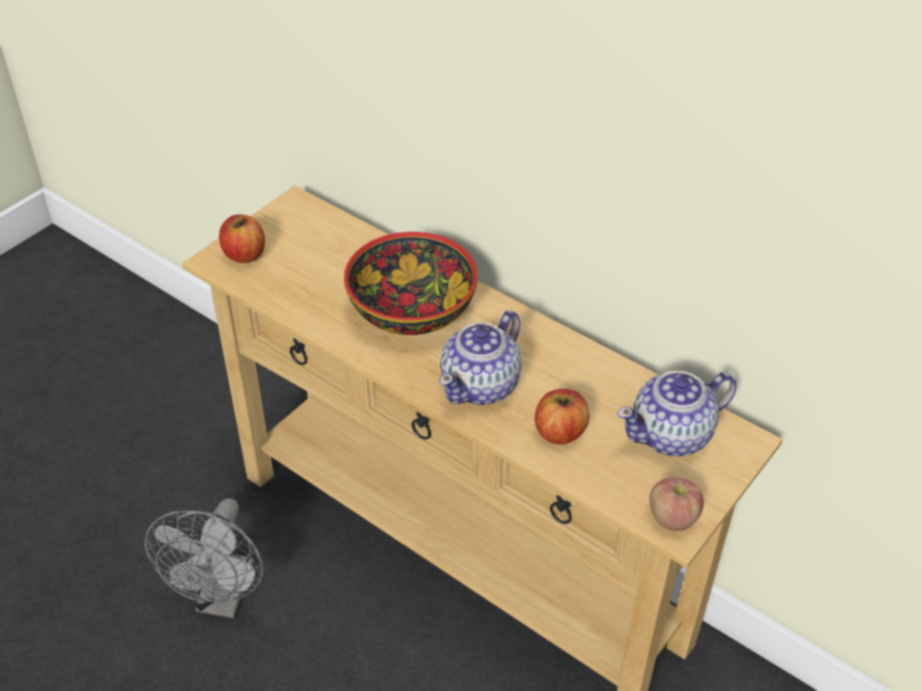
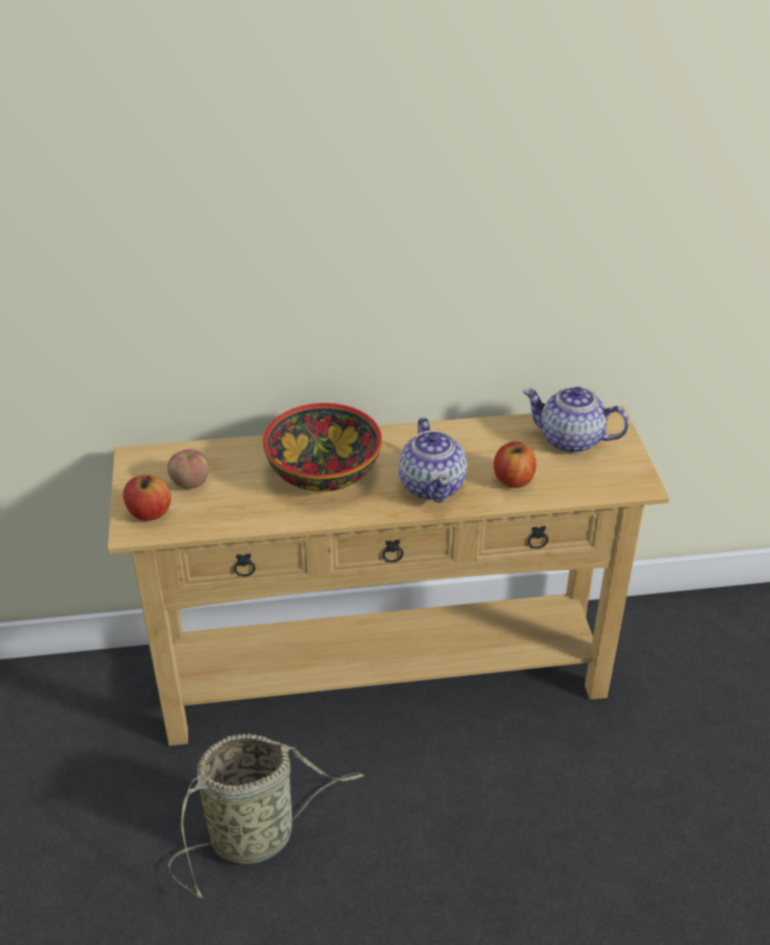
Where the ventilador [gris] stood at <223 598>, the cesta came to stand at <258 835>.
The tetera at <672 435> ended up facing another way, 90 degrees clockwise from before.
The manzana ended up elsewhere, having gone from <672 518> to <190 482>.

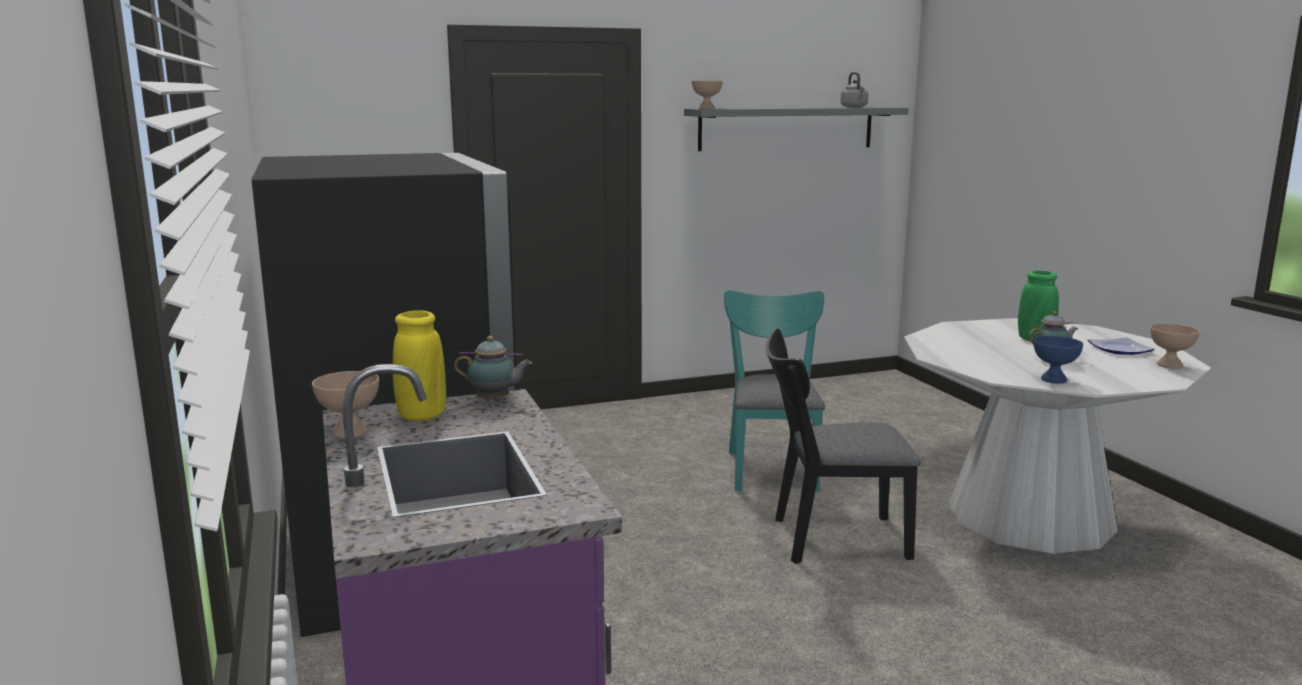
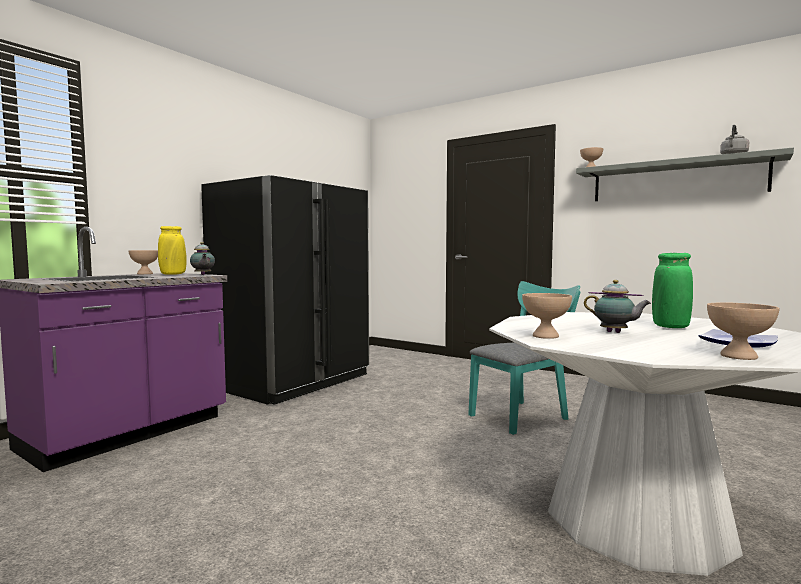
The second view lost the silla [negro] at <829 538>.
What was the cuenco [azul] at <1054 379> turned into the cuenco [beis] at <546 336>.

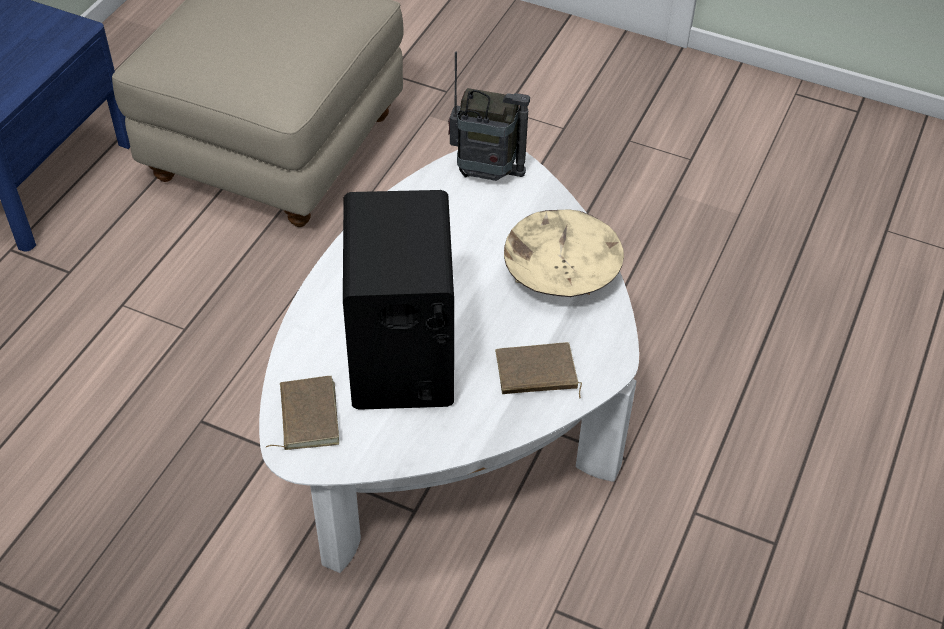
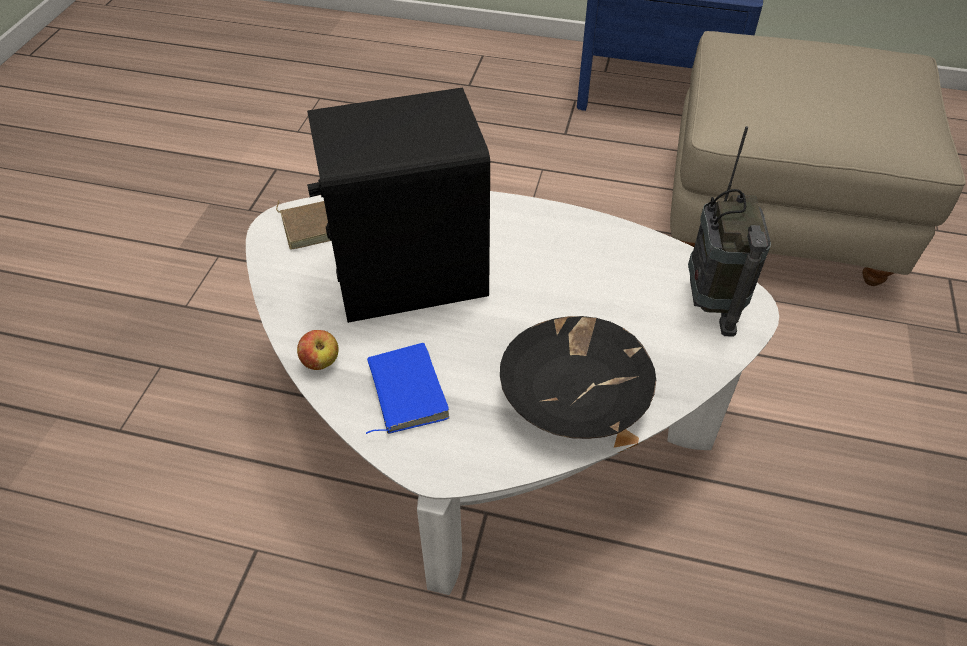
What was the libro [marrón] at <536 374> turned into the libro [azul] at <404 391>.
What was the cuenco [beis] at <561 272> turned into the cuenco [negro] at <574 396>.
The second view gained the manzana at <321 362>.

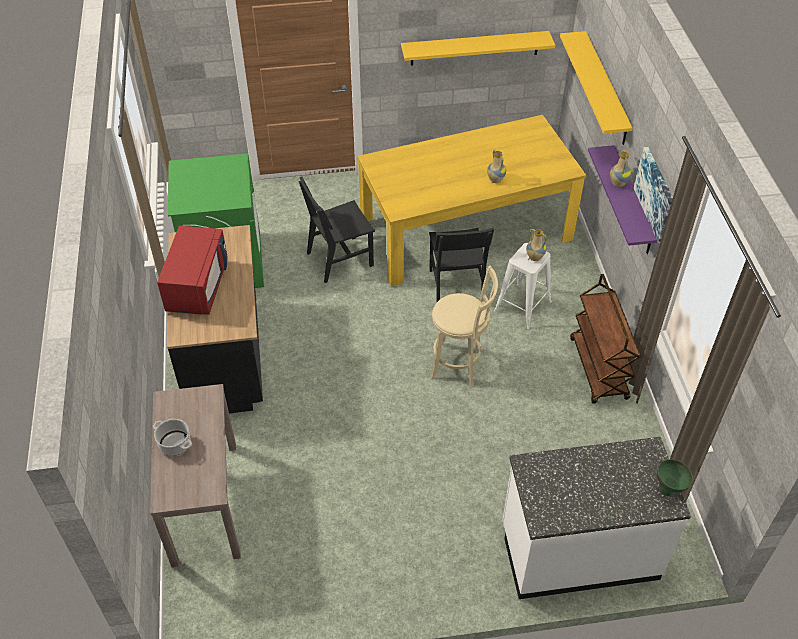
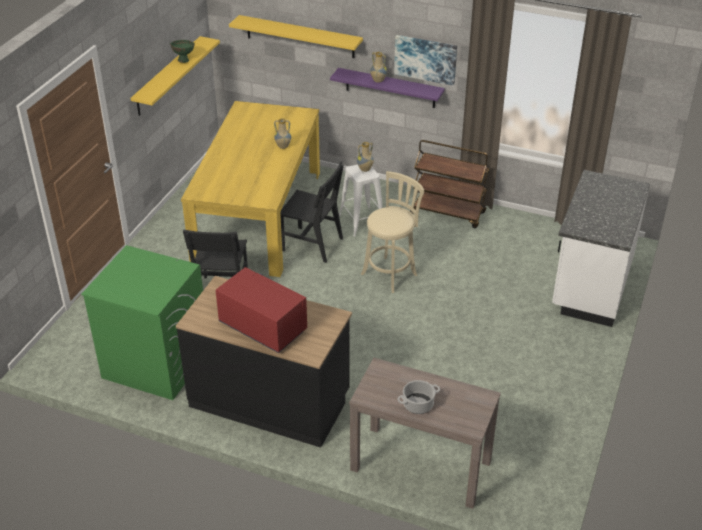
The cuenco [verde] ended up elsewhere, having gone from <668 488> to <183 60>.

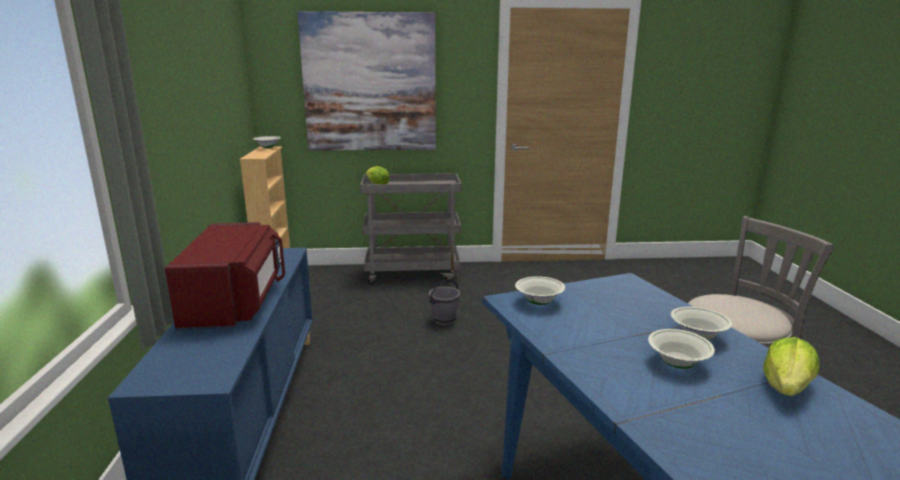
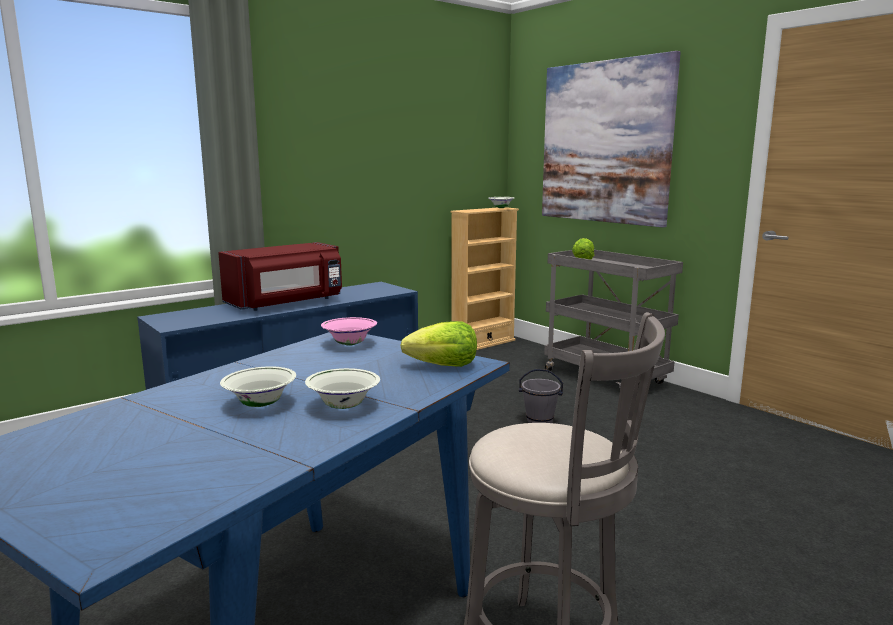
What was the cuenco [blanco] at <539 303> turned into the cuenco [rosa] at <350 344>.
The lechuga ended up elsewhere, having gone from <786 388> to <444 366>.

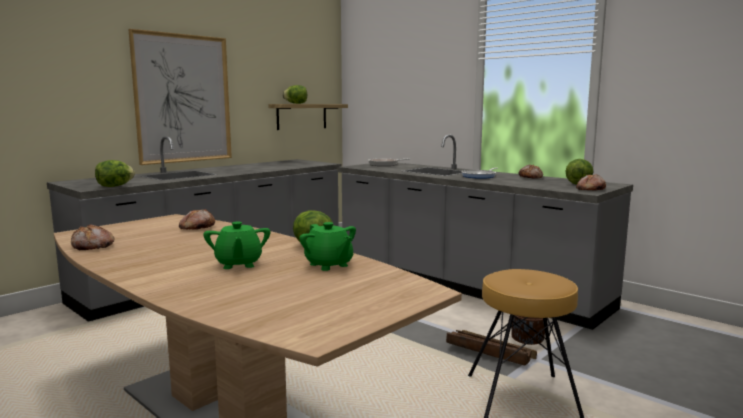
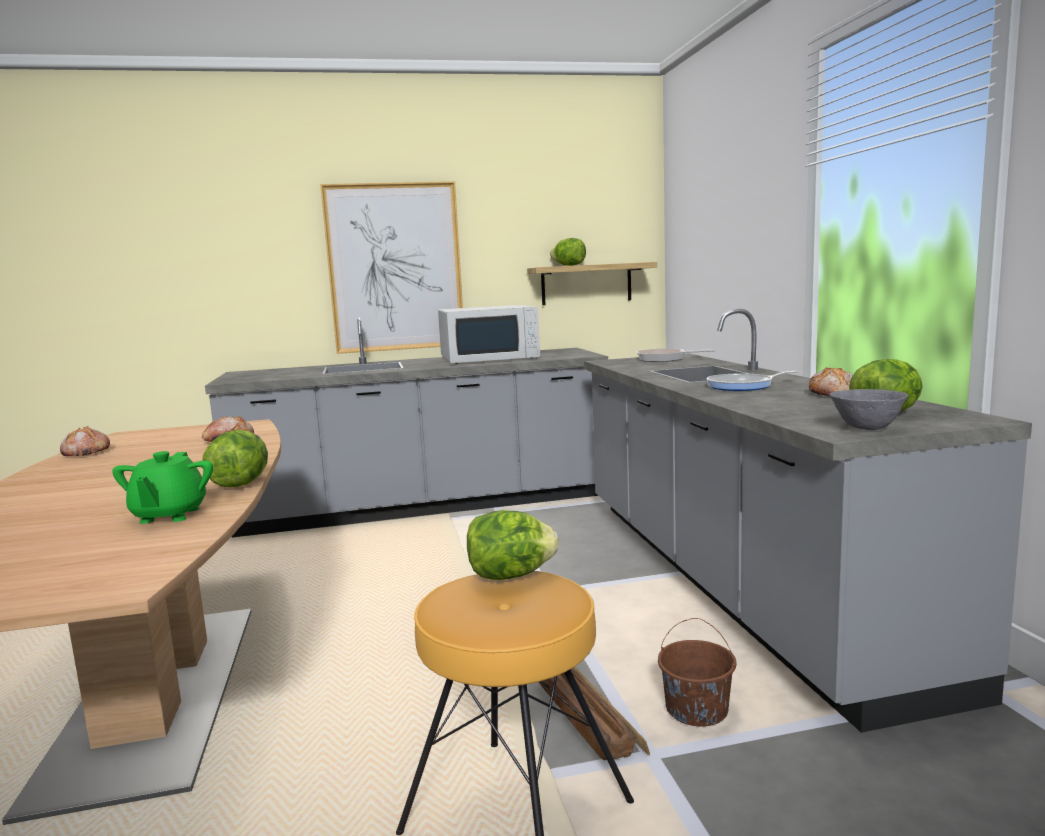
The lechuga ended up elsewhere, having gone from <115 186> to <510 575>.
The second view lost the tetera [verde] at <238 264>.
Where the pan stood at <590 189>, the cuenco [gris] came to stand at <866 428>.
The second view gained the microondas [blanco] at <490 358>.

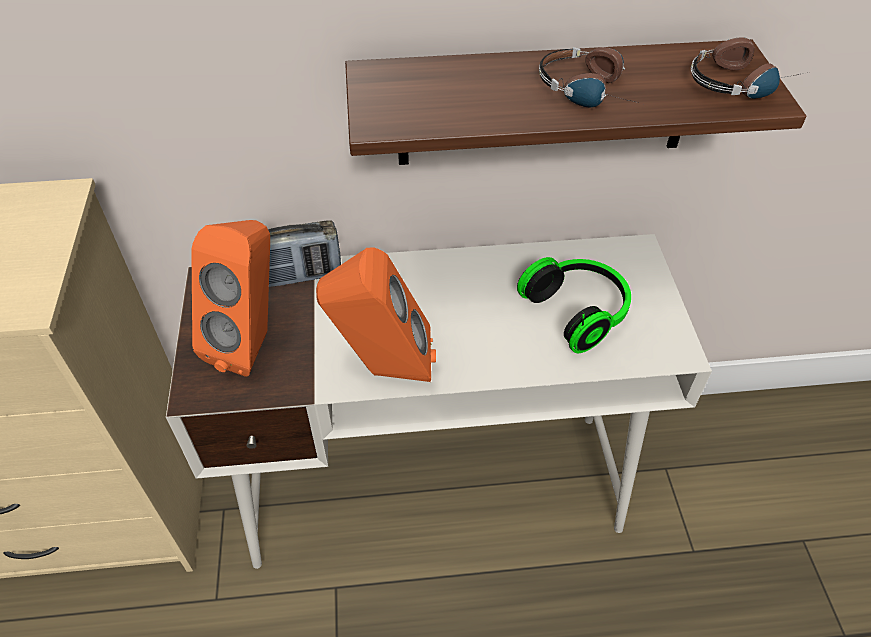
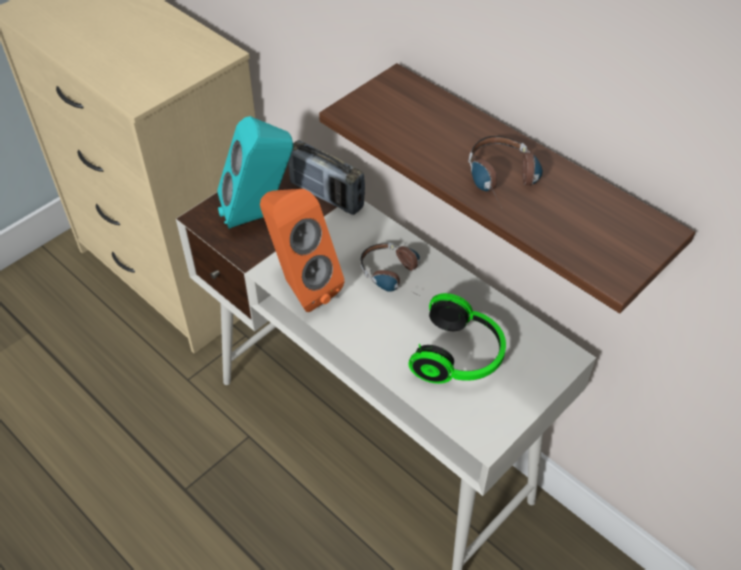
What was the altavoz [naranja] at <252 342> turned into the altavoz [turquesa] at <260 215>.
The auriculares ended up elsewhere, having gone from <741 82> to <396 276>.

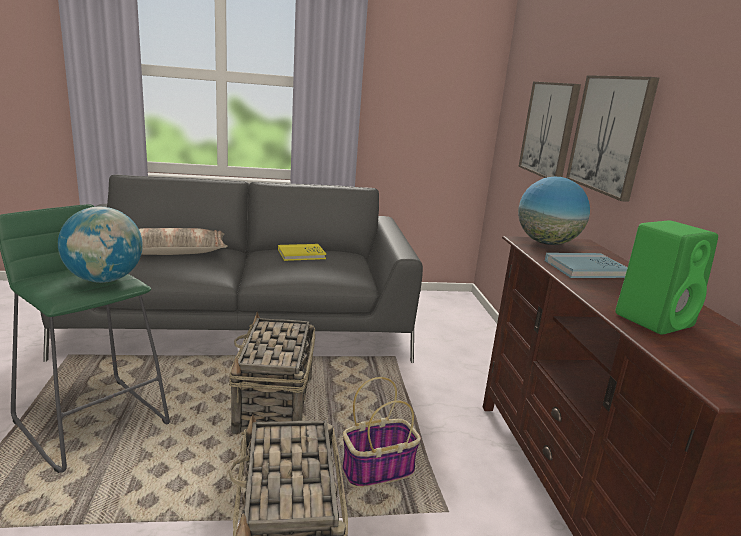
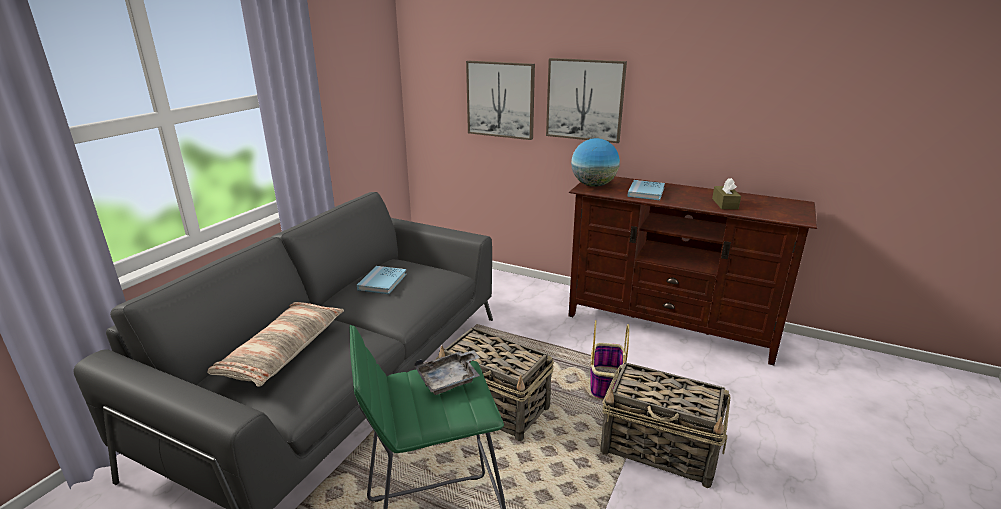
Where the globo terráqueo stood at <104 280>, the bandeja [gris] came to stand at <449 379>.
What was the libro [amarillo] at <301 254> turned into the libro [azul] at <382 282>.
Where the altavoz [verde] stood at <654 319>, the caja de pañuelos [marrón] came to stand at <725 204>.

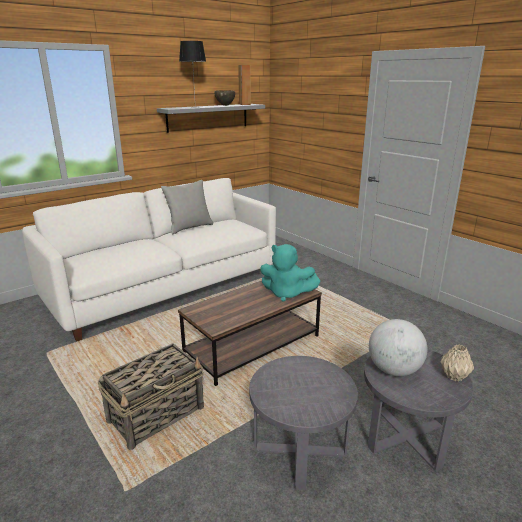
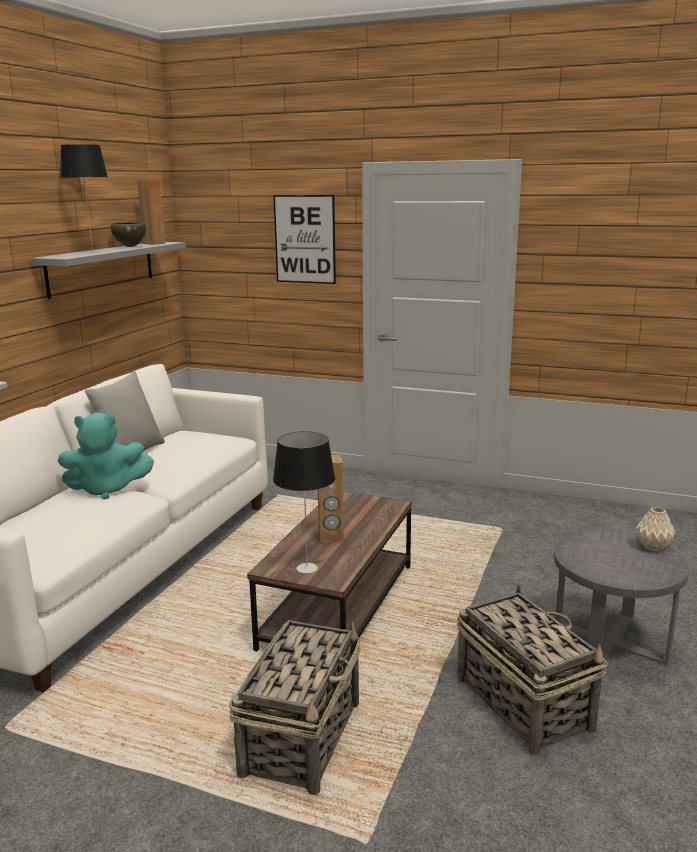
Where the mesa auxiliar [gris] stood at <300 450>, the cesta came to stand at <522 702>.
The peluche [turquesa] ended up elsewhere, having gone from <287 293> to <107 489>.
The second view lost the globo terráqueo at <394 370>.
The second view gained the cuadro at <305 239>.
The second view gained the lámpara de mesa at <308 568>.
The second view gained the altavoz [marrón] at <331 537>.

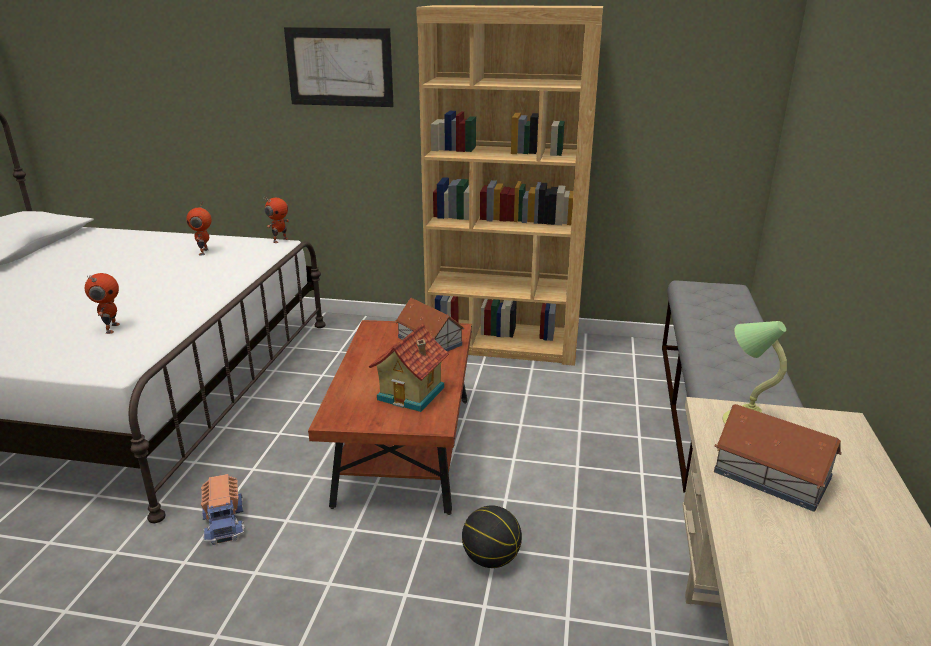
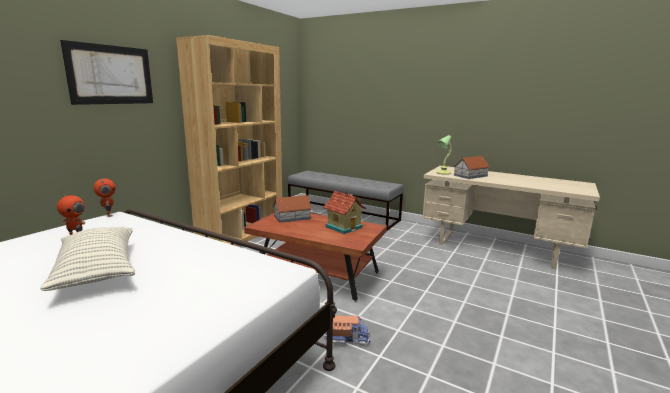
The second view lost the robot de juguete at <111 328>.
The second view lost the balón de baloncesto at <491 559>.
The second view gained the cojín at <97 271>.

